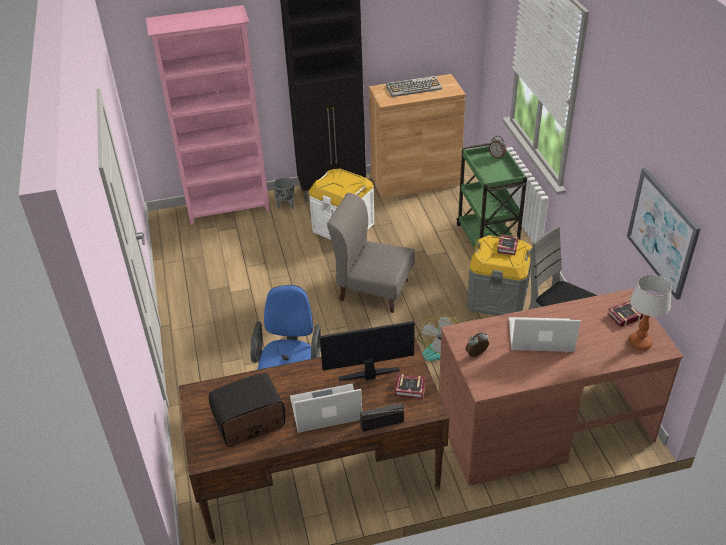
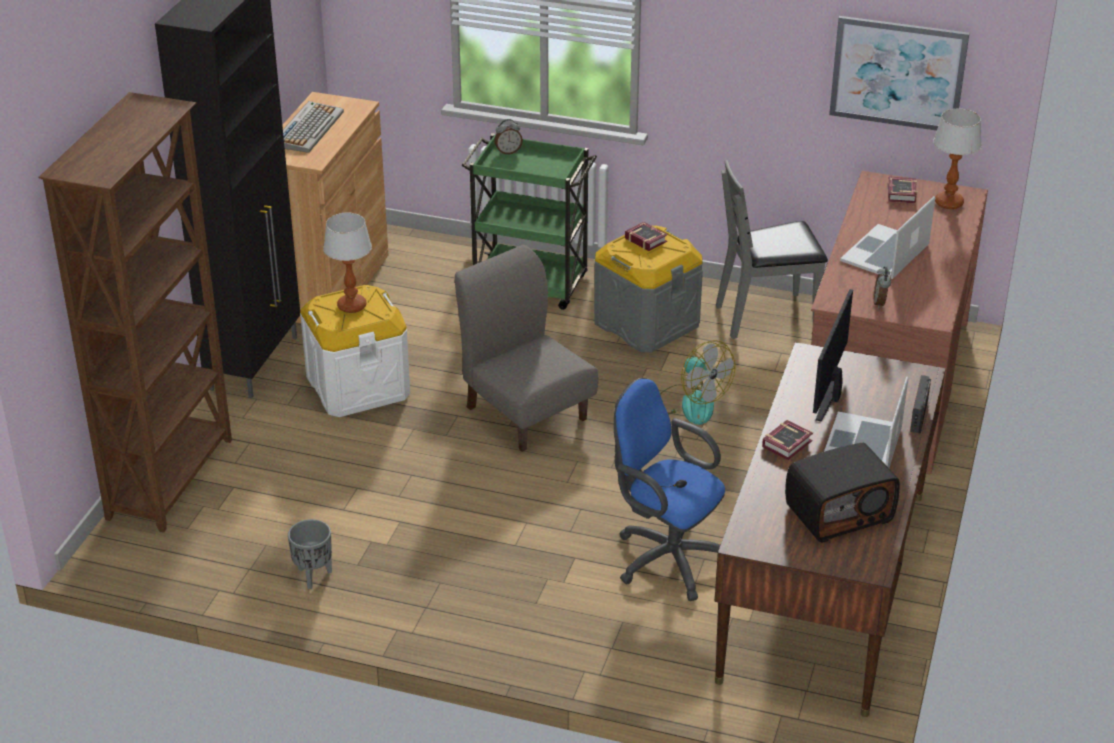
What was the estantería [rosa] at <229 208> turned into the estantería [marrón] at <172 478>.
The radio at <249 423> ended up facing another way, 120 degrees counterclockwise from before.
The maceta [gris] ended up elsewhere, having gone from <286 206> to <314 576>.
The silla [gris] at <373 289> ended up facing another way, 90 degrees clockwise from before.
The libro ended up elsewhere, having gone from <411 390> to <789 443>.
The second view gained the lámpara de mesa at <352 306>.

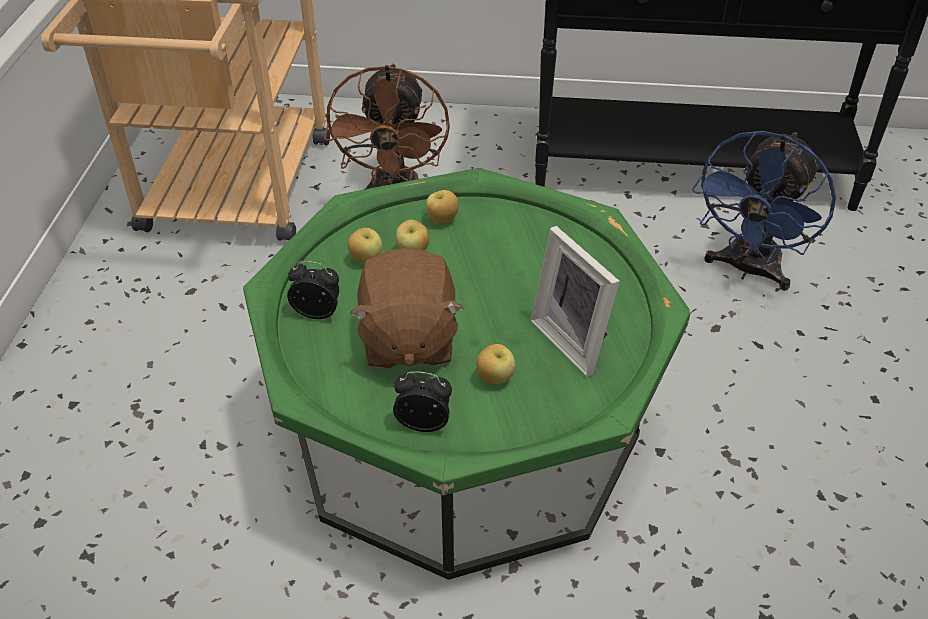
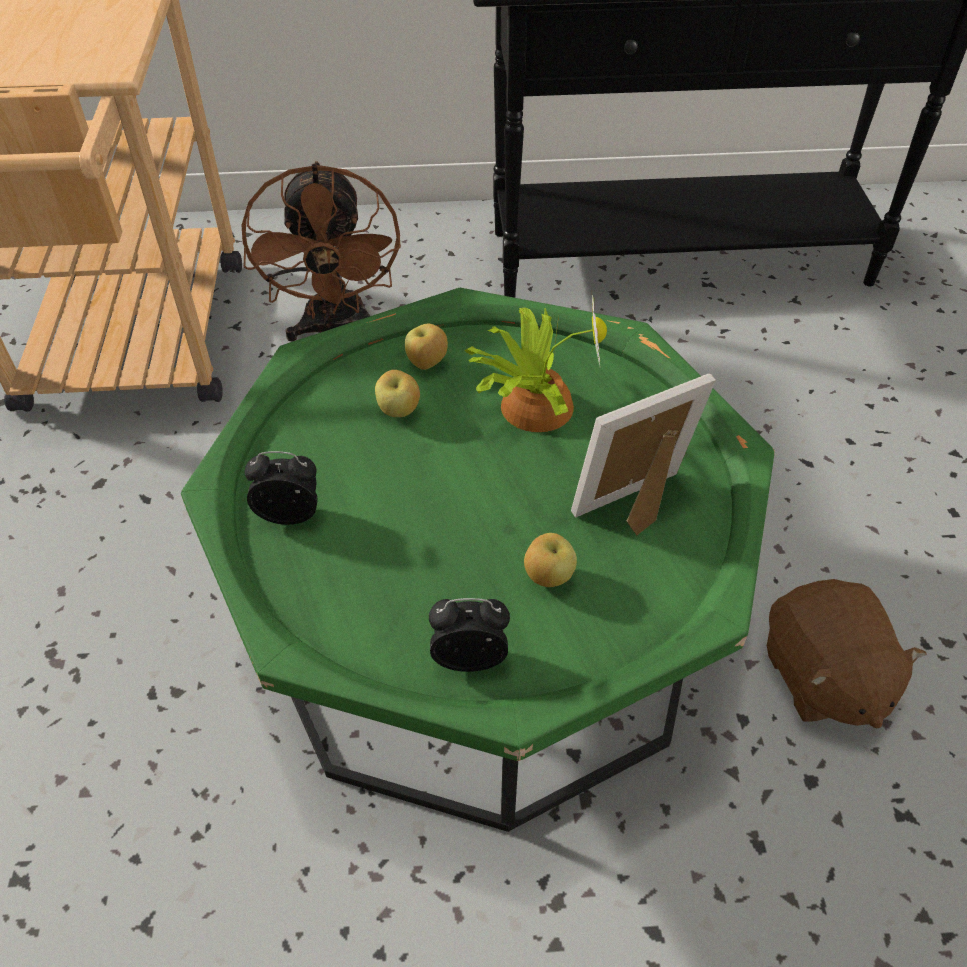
The second view lost the manzana at <366 259>.
The peluche [marrón] ended up elsewhere, having gone from <407 340> to <822 677>.
The portarretratos at <575 340> ended up facing another way, 105 degrees clockwise from before.
The second view lost the ventilador [azul] at <747 270>.
The second view gained the planta en maceta at <533 404>.

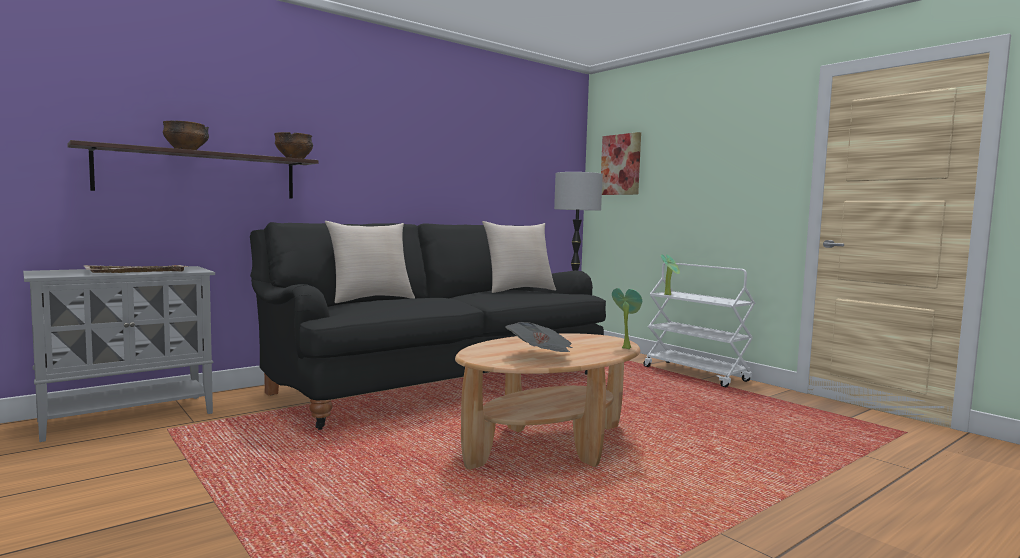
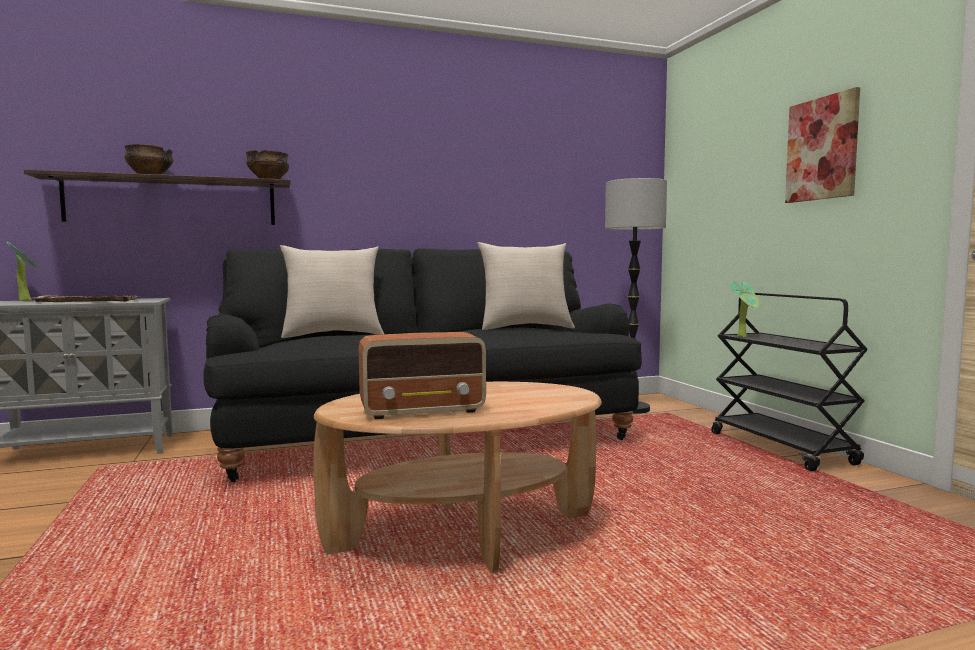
Where the periódico stood at <541 357>, the radio came to stand at <424 411>.
The cuadro ended up elsewhere, having gone from <621 164> to <822 149>.
The planta en maceta ended up elsewhere, having gone from <625 348> to <26 300>.
What was the carrito [blanco] at <696 374> turned into the carrito [negro] at <782 449>.

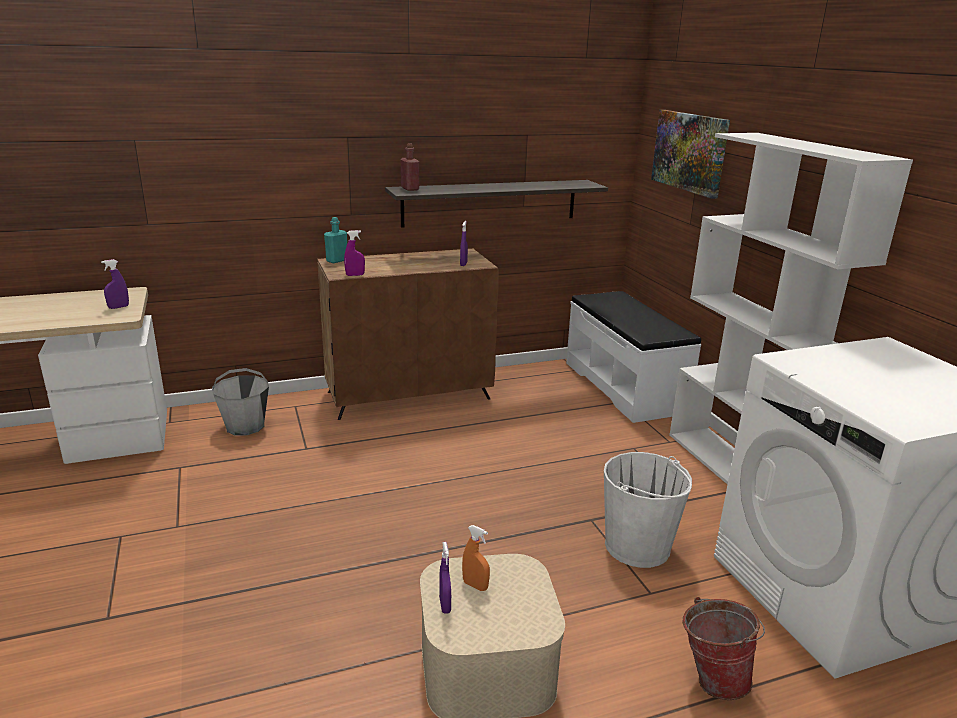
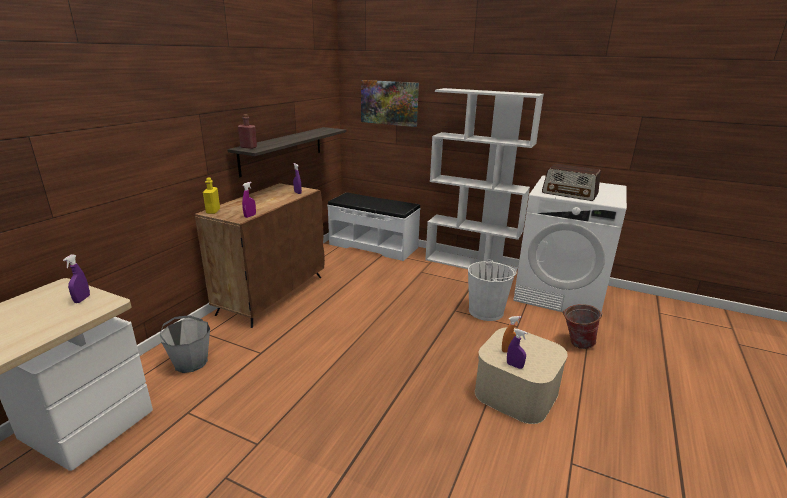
What was the botella [turquesa] at <337 260> turned into the botella [amarillo] at <213 211>.
The second view gained the radio at <570 194>.

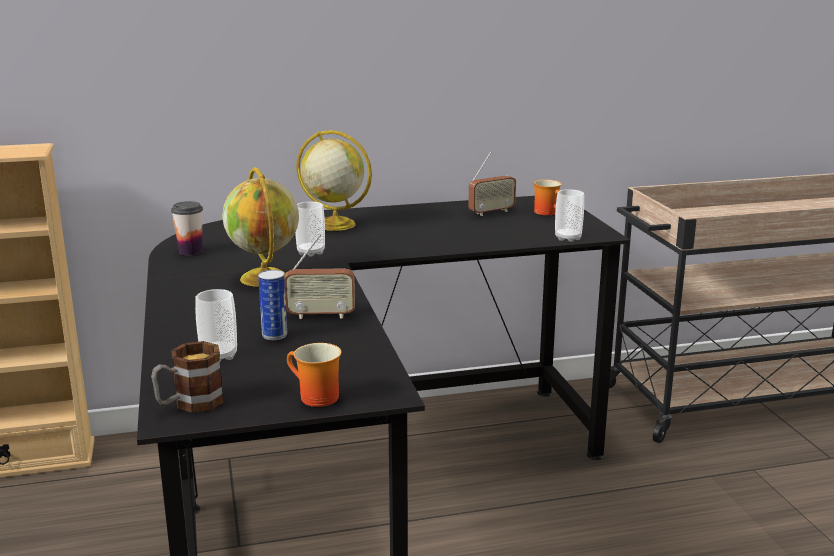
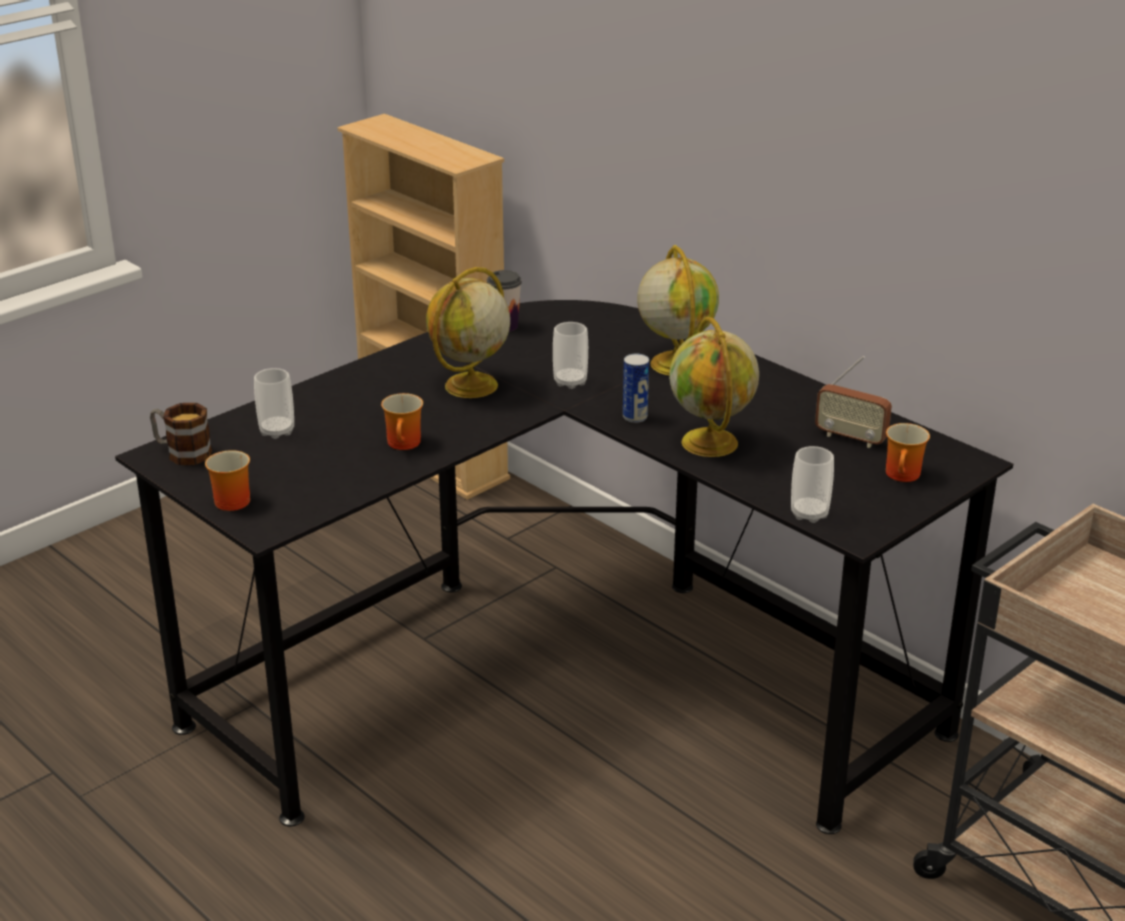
The lata ended up elsewhere, having gone from <274 335> to <635 417>.
Where the radio stood at <321 315>, the taza grande came to stand at <406 444>.
The second view gained the globo terráqueo at <711 444>.

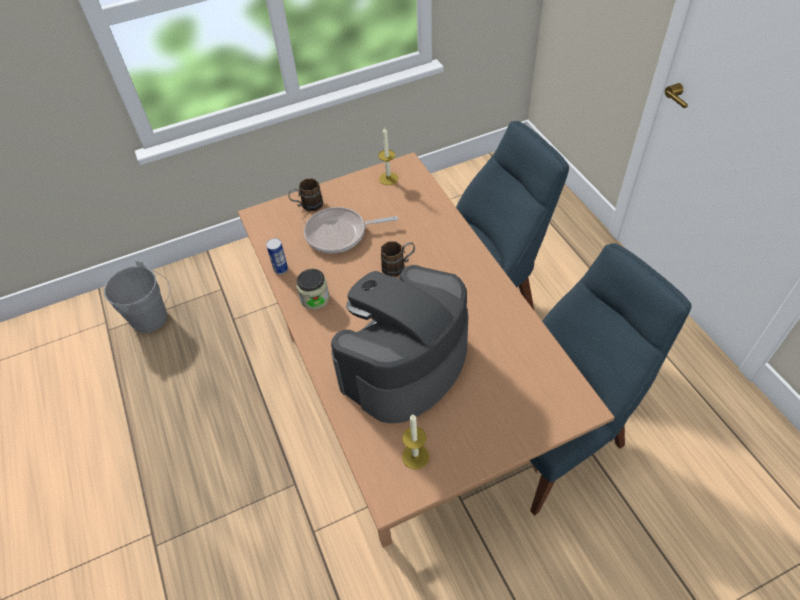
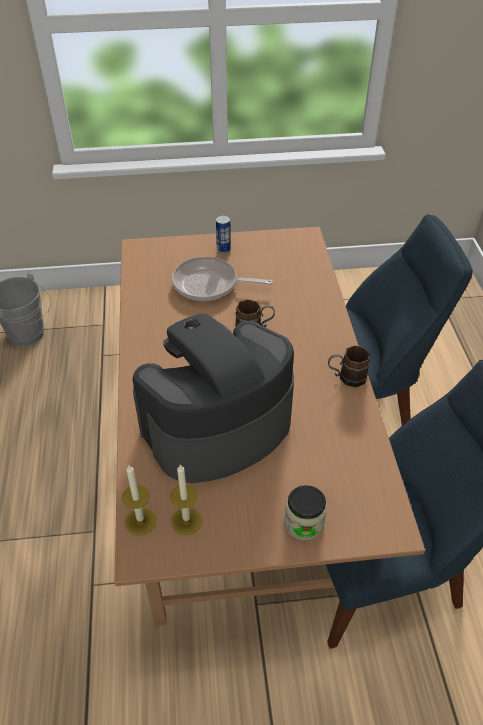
The lata ended up elsewhere, having gone from <281 269> to <223 250>.
The taza grande [marrón] ended up elsewhere, having gone from <307 205> to <346 377>.
The tarro ended up elsewhere, having gone from <315 298> to <304 523>.
The vela ended up elsewhere, having gone from <388 178> to <141 522>.

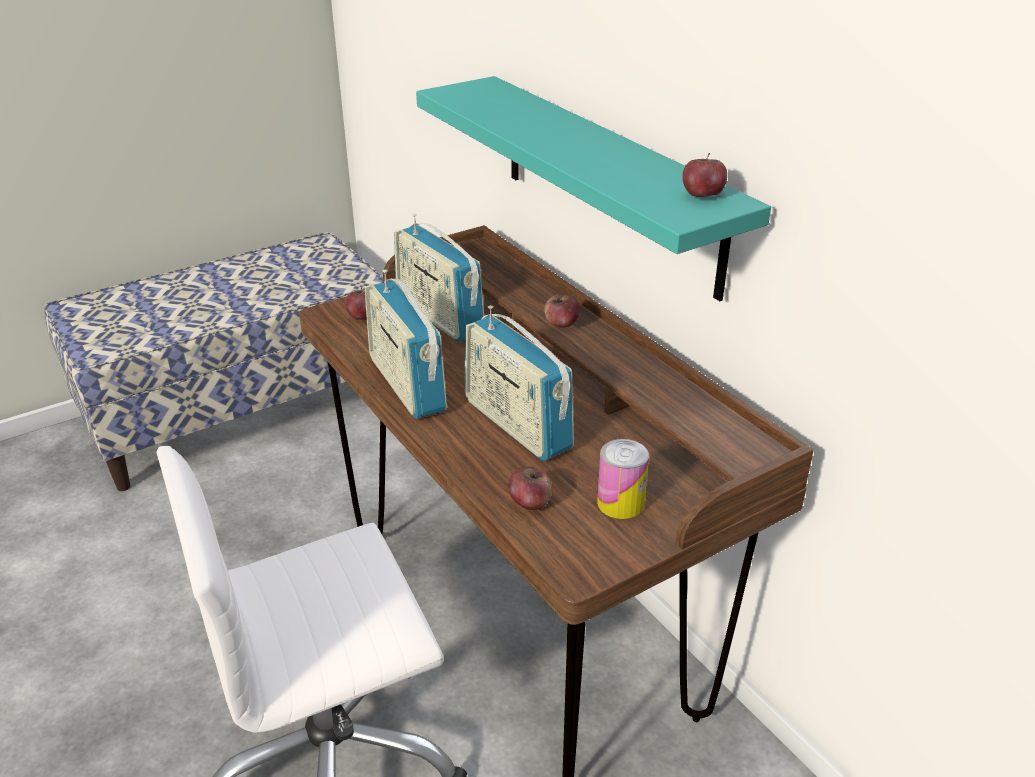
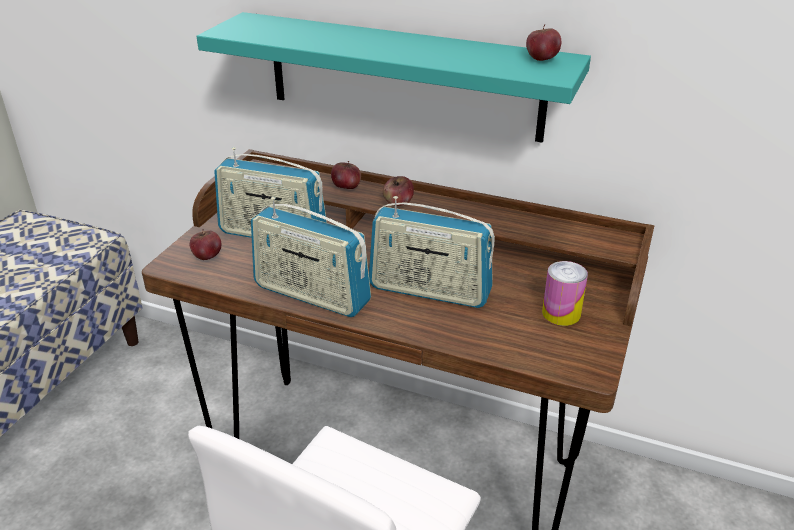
The manzana ended up elsewhere, having gone from <530 502> to <346 187>.

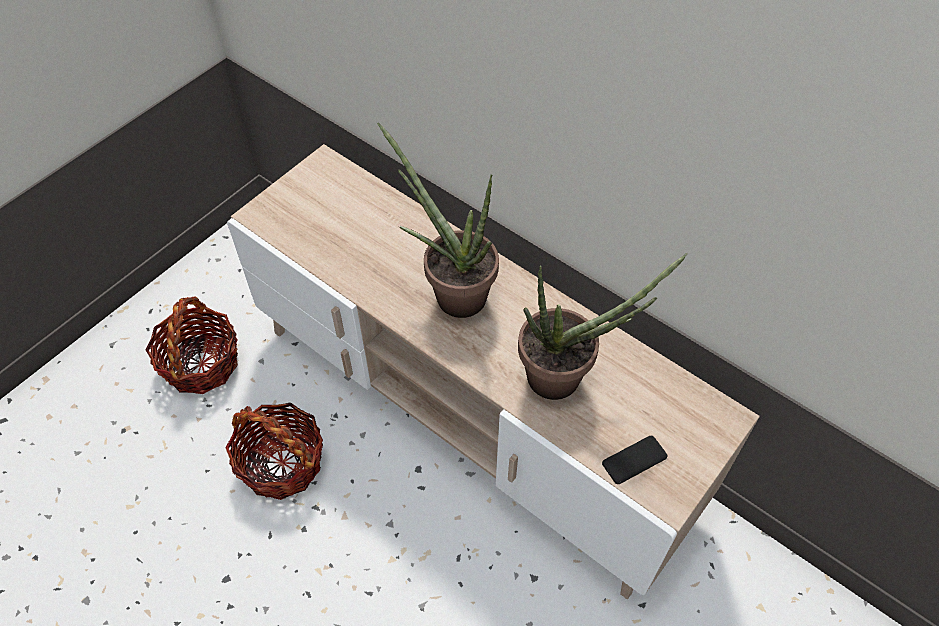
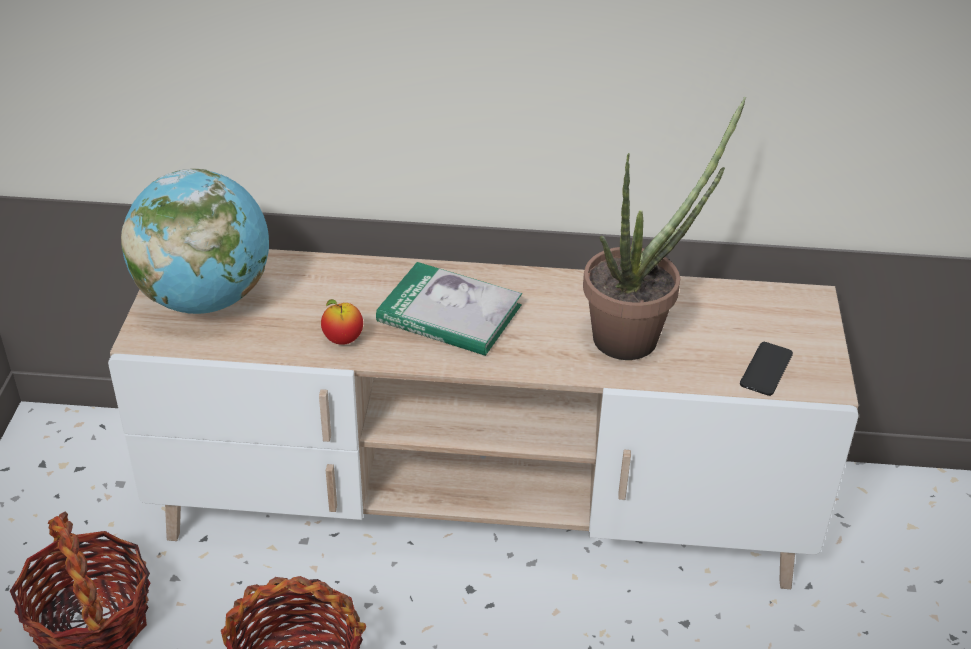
Where the planta en maceta stood at <452 292>, the libro came to stand at <449 314>.
The second view gained the globo terráqueo at <205 299>.
The second view gained the manzana at <343 339>.

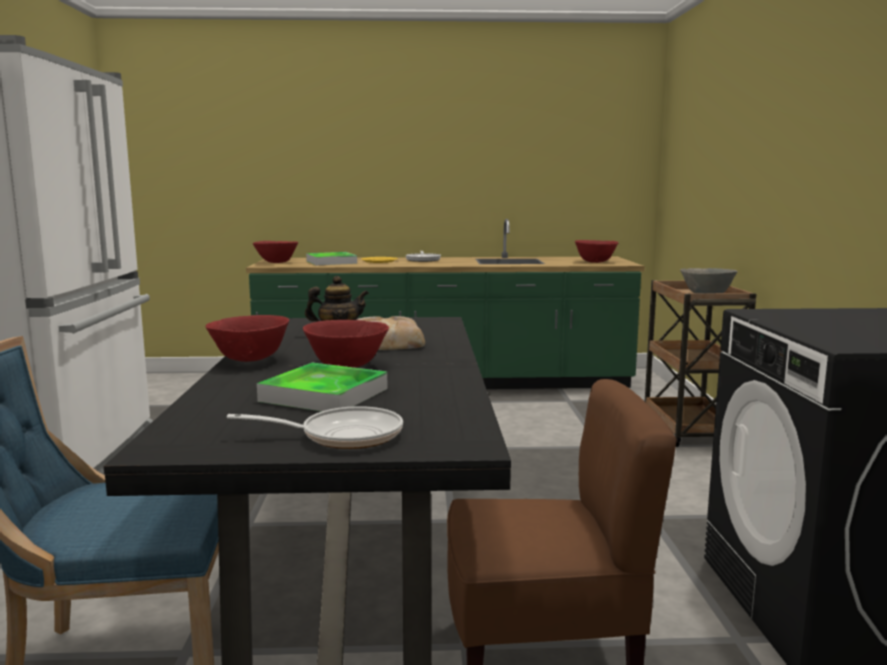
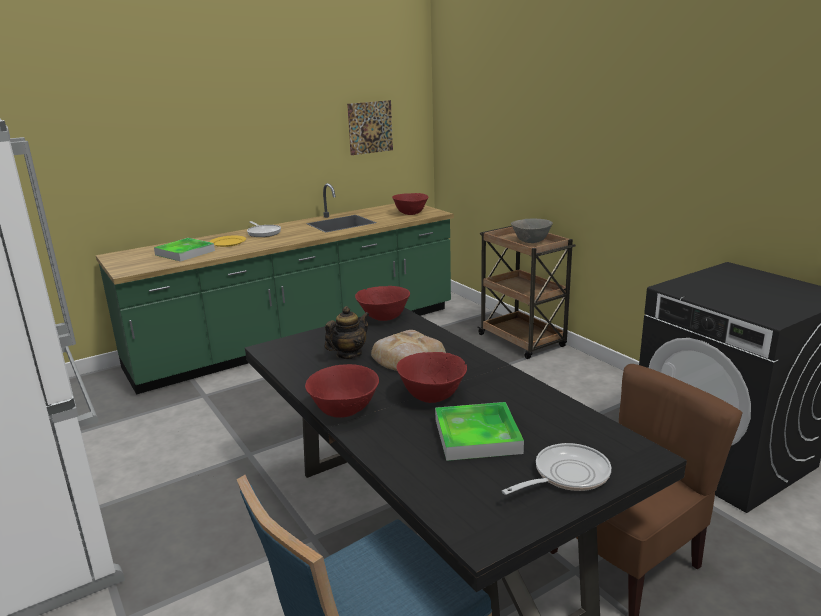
The cuenco [rojo] ended up elsewhere, having gone from <276 262> to <384 318>.
The second view gained the cuadro at <370 127>.

